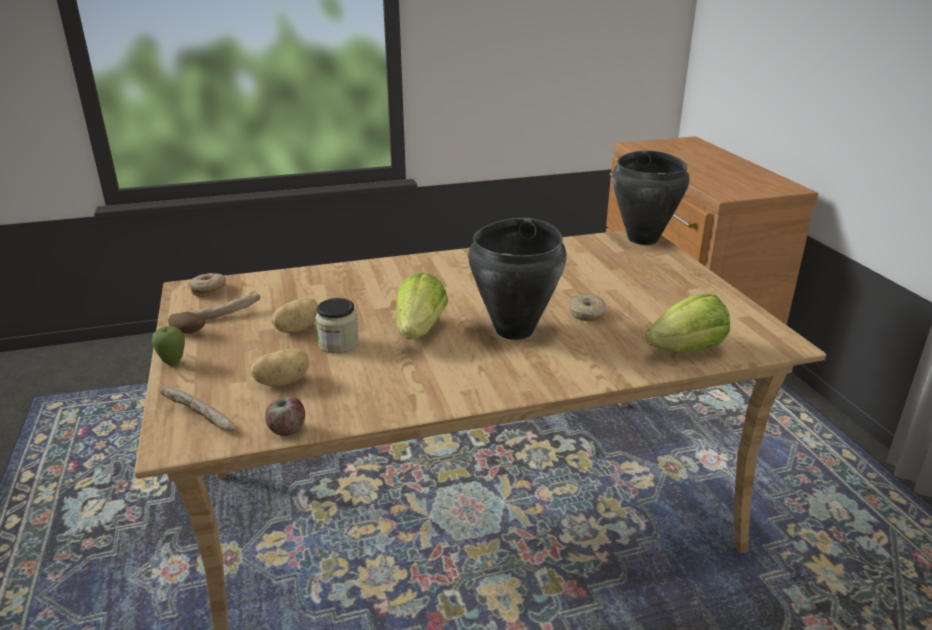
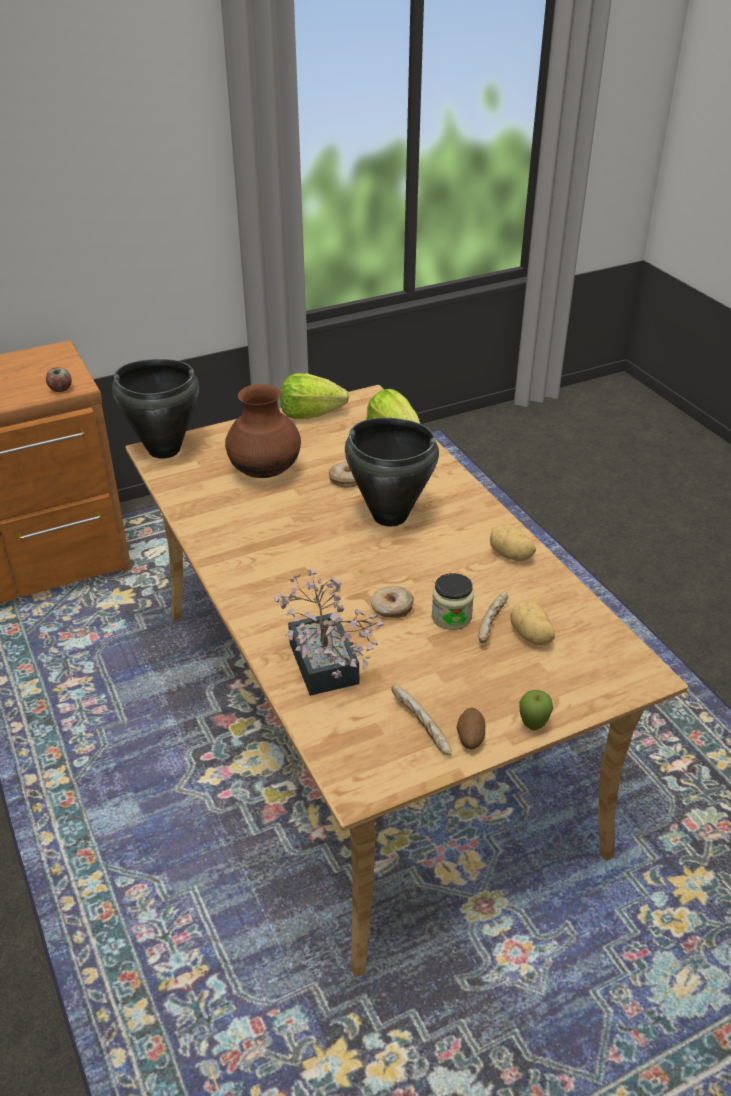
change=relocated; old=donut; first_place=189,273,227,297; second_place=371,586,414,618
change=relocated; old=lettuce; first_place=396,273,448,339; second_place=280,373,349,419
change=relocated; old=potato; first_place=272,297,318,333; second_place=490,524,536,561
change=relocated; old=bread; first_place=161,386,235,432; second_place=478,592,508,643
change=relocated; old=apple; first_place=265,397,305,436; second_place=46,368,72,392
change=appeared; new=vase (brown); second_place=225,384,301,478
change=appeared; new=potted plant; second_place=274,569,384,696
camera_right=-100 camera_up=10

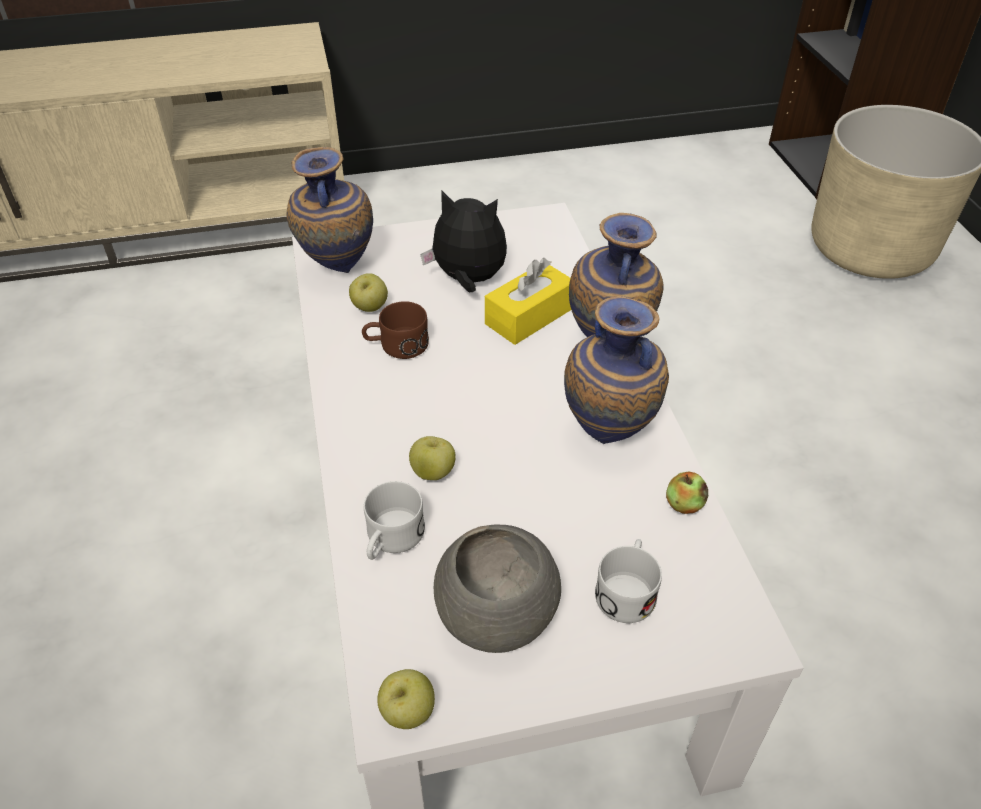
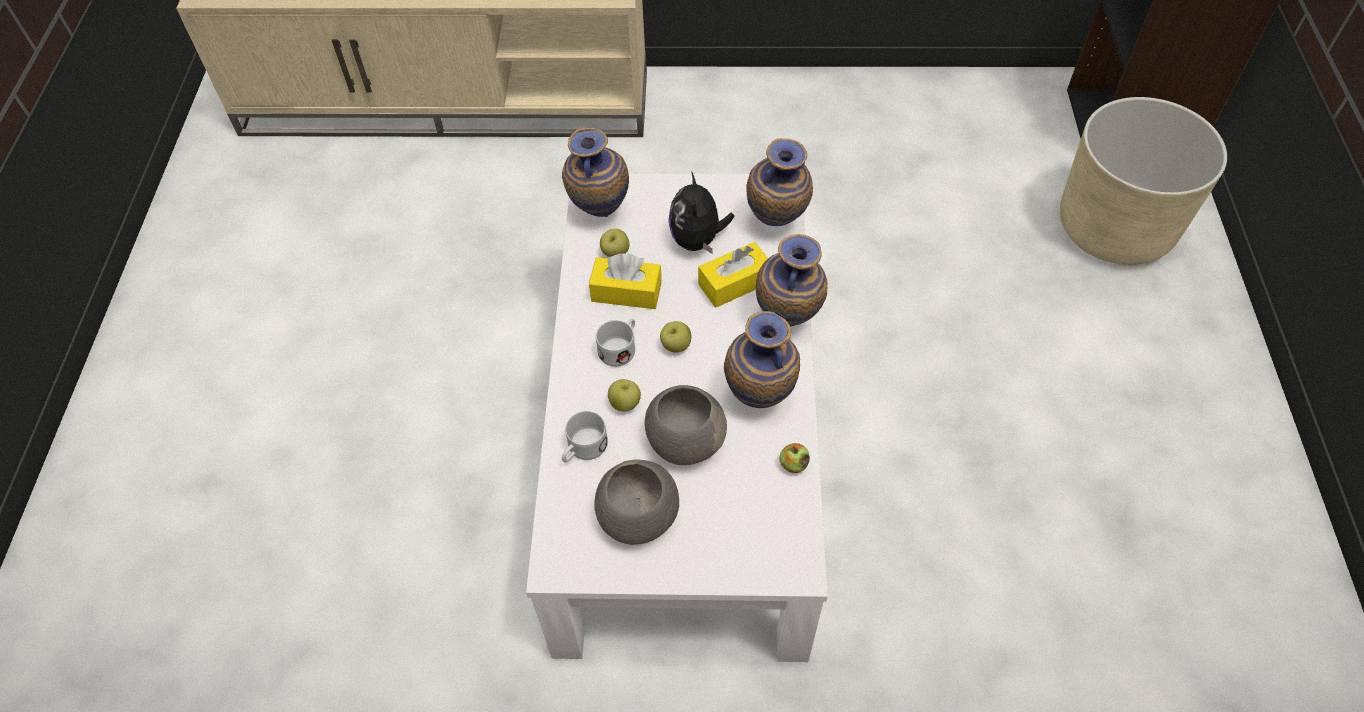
change=spun; old=plush toy; first_place=420,190,507,293; second_place=668,171,734,253; degrees=-120
change=exchanged; old=mug (brown); new=tissue box (yellow); first_place=362,301,429,359; second_place=589,253,662,309
change=relocated; old=mug (white); first_place=595,539,662,623; second_place=596,318,635,367
change=relocated; old=apple; first_place=377,669,435,729; second_place=660,321,691,353
change=appeared; new=vase; second_place=746,138,813,226
change=appeared; new=bowl (grey); second_place=645,385,727,465
camera_right=15 camera_up=10

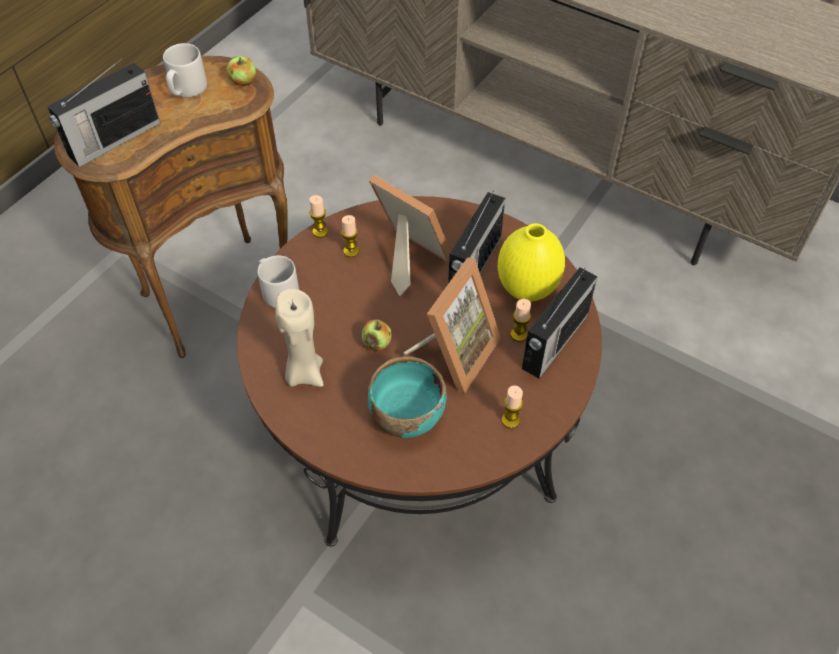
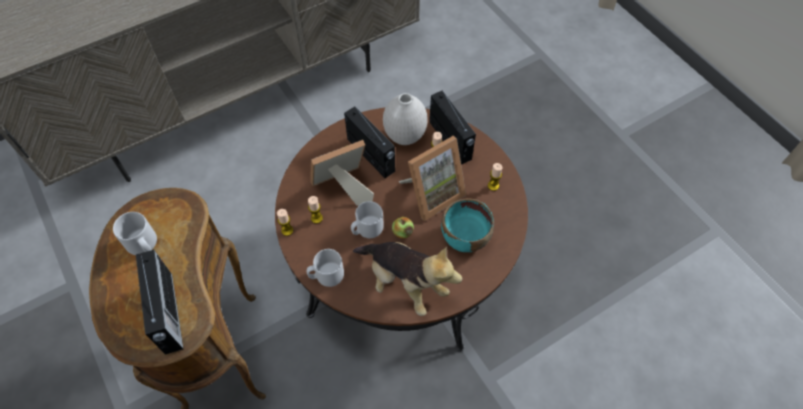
change=missing; old=apple; first_place=227,56,256,86
change=colour; old=vase (yellow); new=vase (white); first_place=498,223,565,302; second_place=383,93,428,145
change=spun; old=picture frame; first_place=402,258,501,393; second_place=399,136,466,221; degrees=90
change=exchanged; old=candle (beige); new=plush toy; first_place=276,289,324,387; second_place=353,242,462,316
change=appeared; new=mug (grey); second_place=351,201,384,238
camera_right=-65 camera_up=5

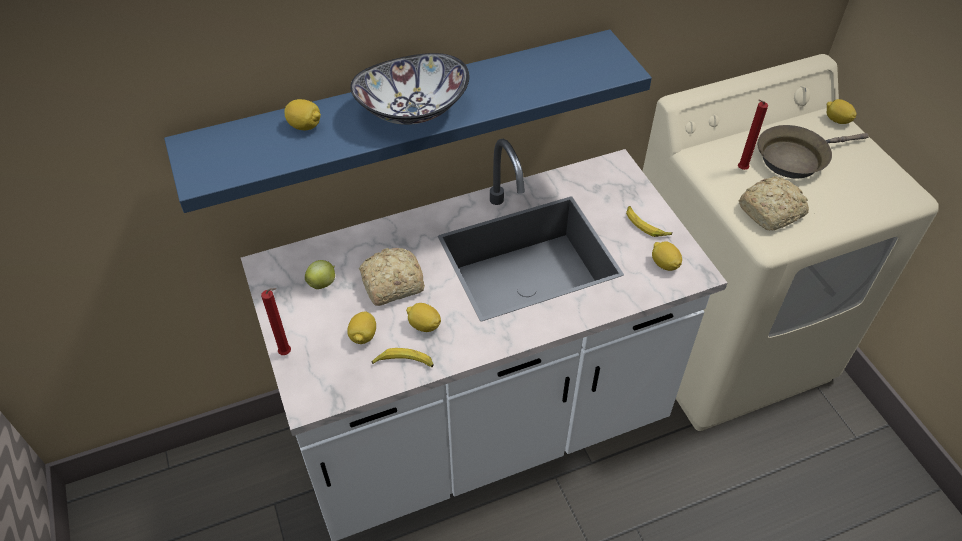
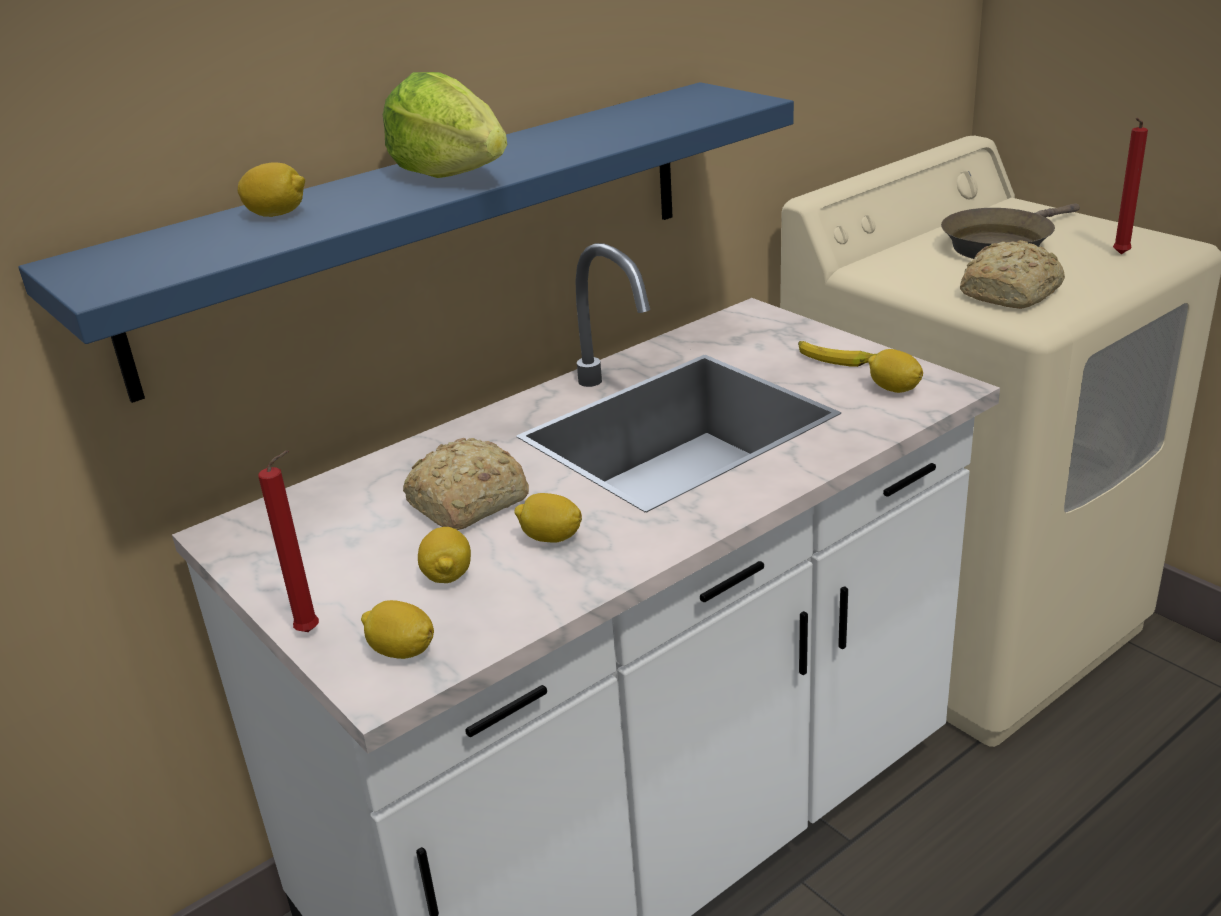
change=exchanged; old=bowl; new=lettuce; first_place=350,53,469,125; second_place=383,72,507,178
change=relocated; old=lemon; first_place=826,99,857,124; second_place=361,600,434,659
change=relocated; old=candle (red); first_place=738,100,768,170; second_place=1113,118,1148,254
change=missing; old=apple; first_place=305,260,335,289
change=missing; old=banana; first_place=371,348,434,367
camera_right=-15 camera_up=-20

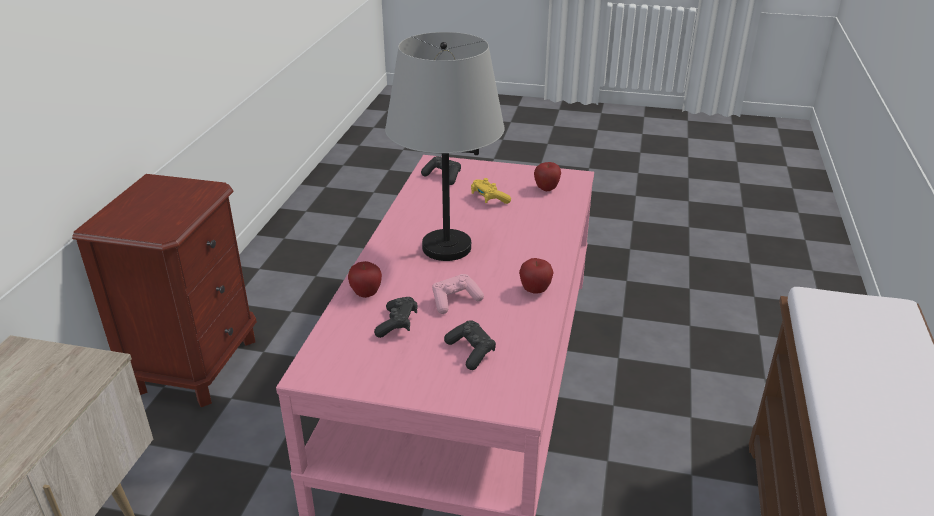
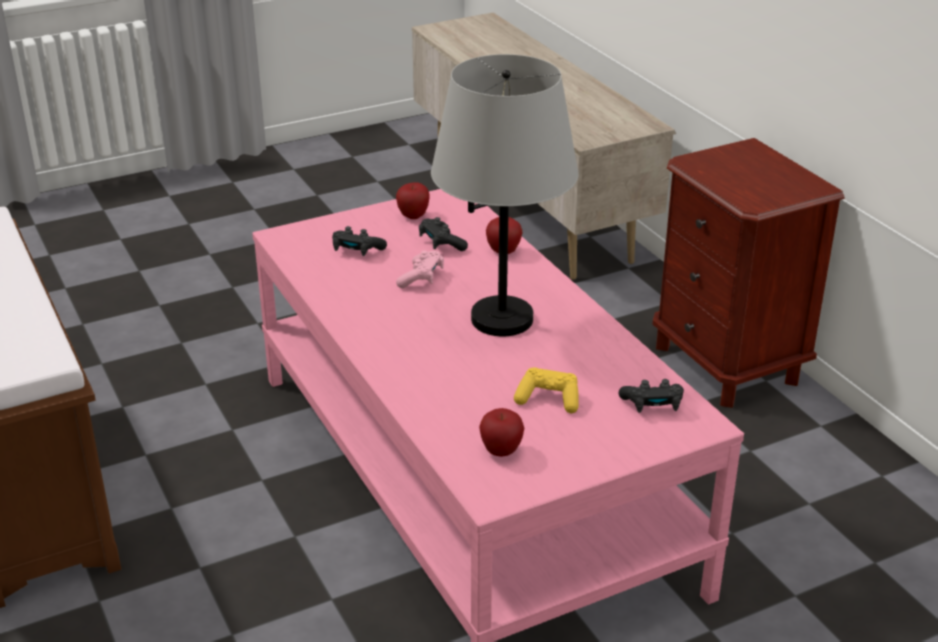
change=relocated; old=apple; first_place=519,258,554,294; second_place=396,182,430,219
camera_right=140 camera_up=0

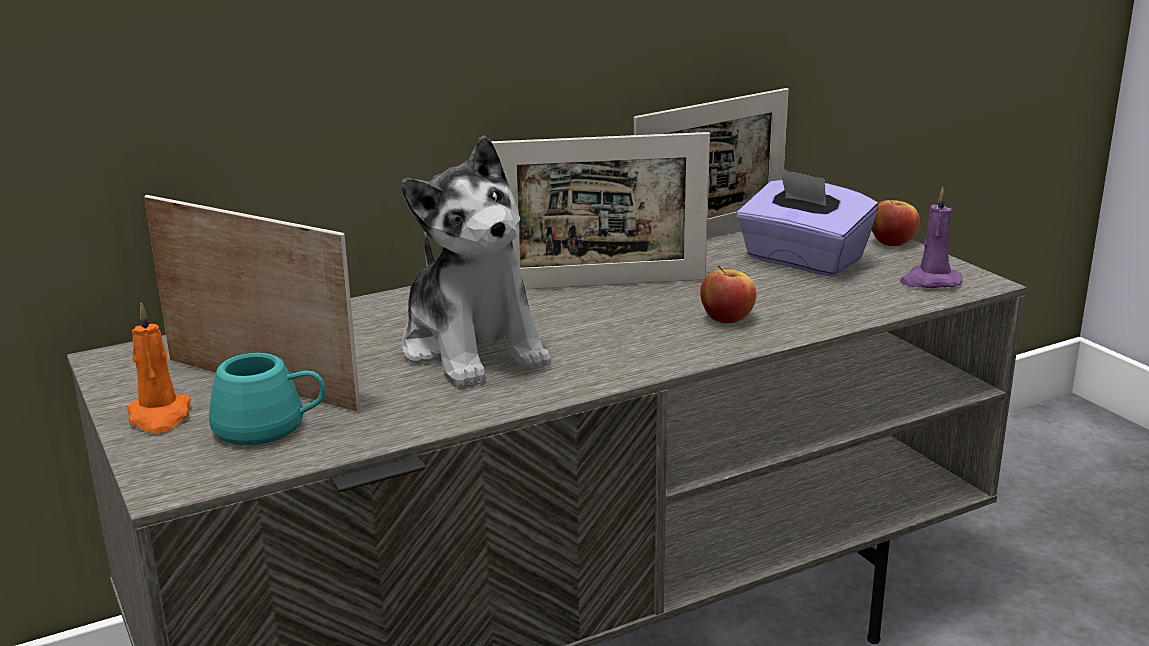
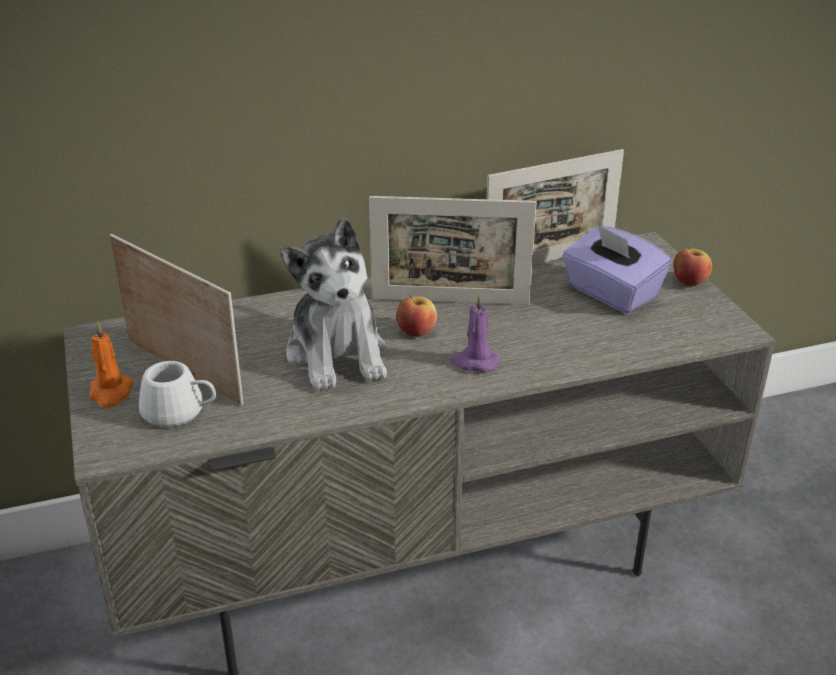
change=relocated; old=candle (purple); first_place=900,187,962,288; second_place=450,294,500,372
change=relocated; old=apple; first_place=700,266,757,323; second_place=396,295,437,337
change=colour; old=mug (turquoise); new=mug (white); first_place=209,353,326,445; second_place=139,361,216,427
camera_right=10 camera_up=10

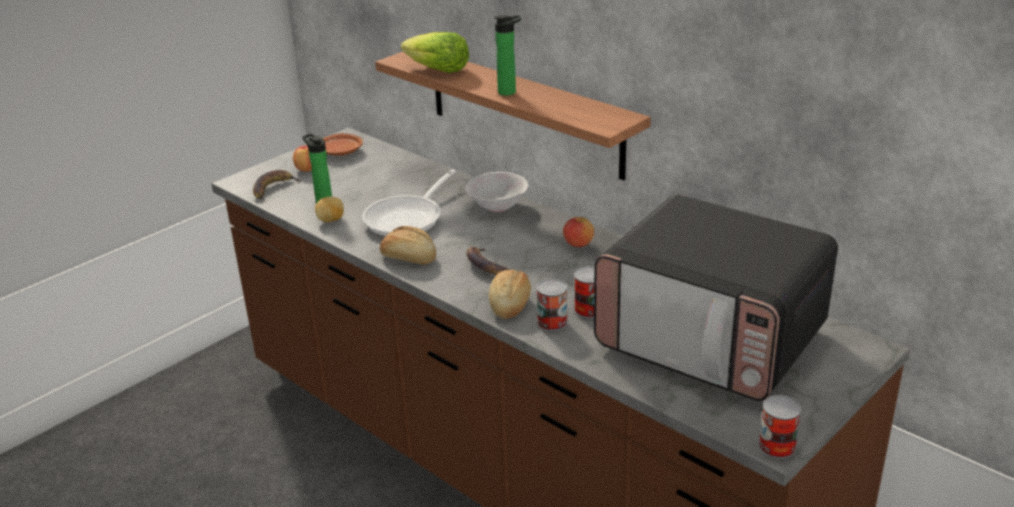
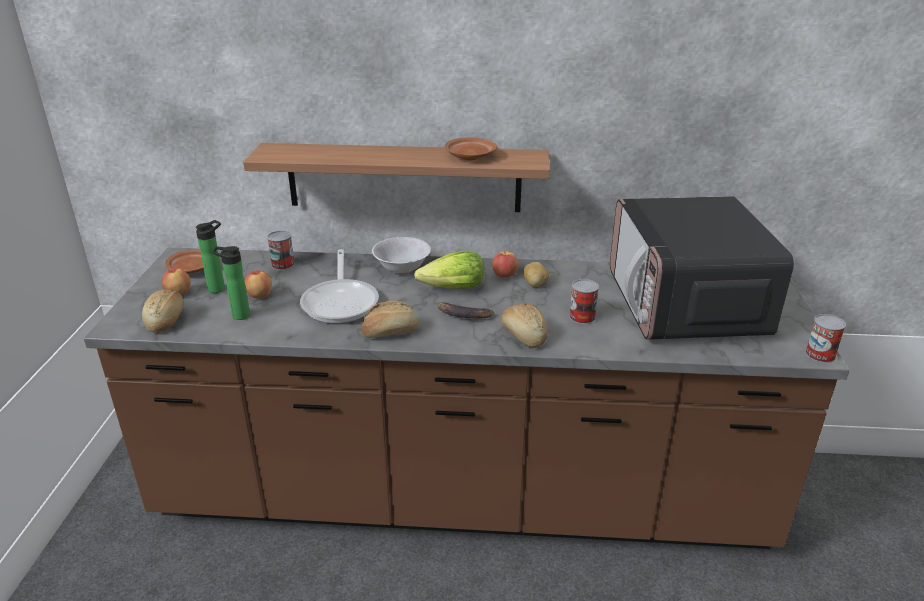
change=relocated; old=bottle; first_place=494,15,521,96; second_place=196,220,225,293
change=relocated; old=lettuce; first_place=401,32,469,73; second_place=414,251,484,289
change=exchanged; old=banana; new=bread; first_place=253,170,303,200; second_place=142,290,184,333
change=spun; old=microwave; first_place=594,194,838,401; second_place=610,196,794,340; degrees=90
change=relocated; old=potato; first_place=315,196,344,222; second_place=523,262,549,287
change=relocated; old=can; first_place=536,279,568,331; second_place=267,231,295,270
change=appeared; new=plate (brown); second_place=445,138,497,160
change=appeared; new=apple; second_place=245,270,272,298
camera_right=-40 camera_up=0

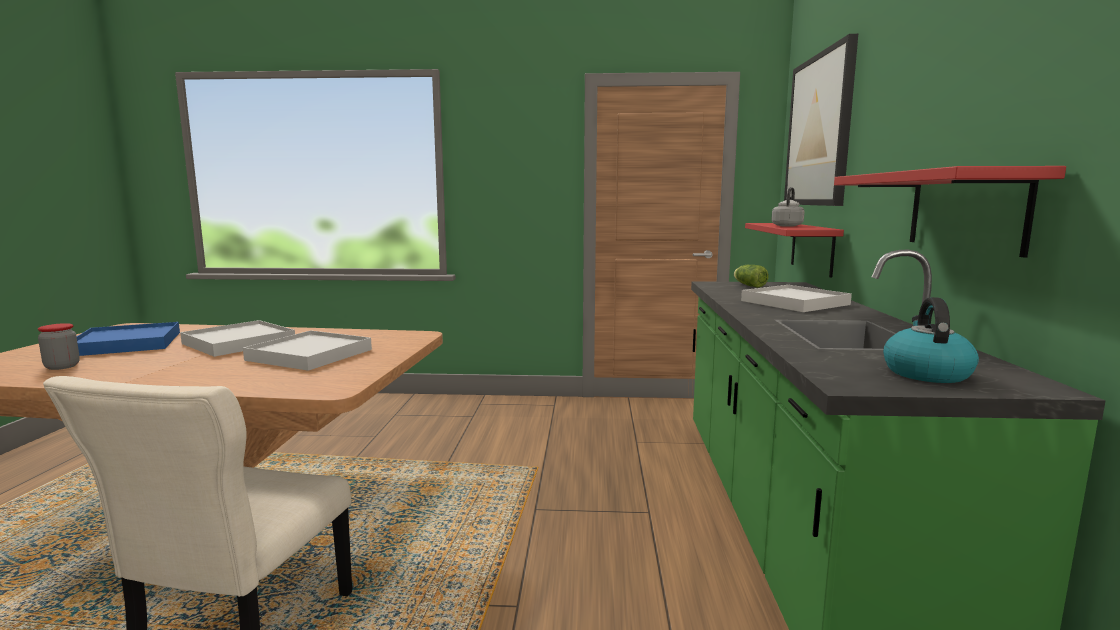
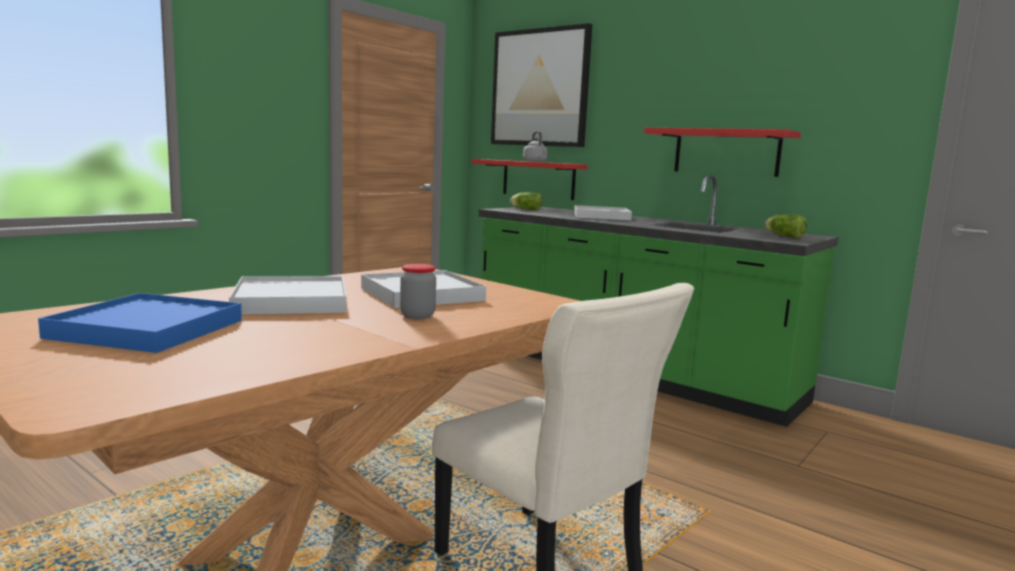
change=exchanged; old=kettle; new=lettuce; first_place=883,297,979,383; second_place=765,214,807,238
change=relocated; old=jar; first_place=38,323,80,370; second_place=400,264,436,319
camera_right=-55 camera_up=0

